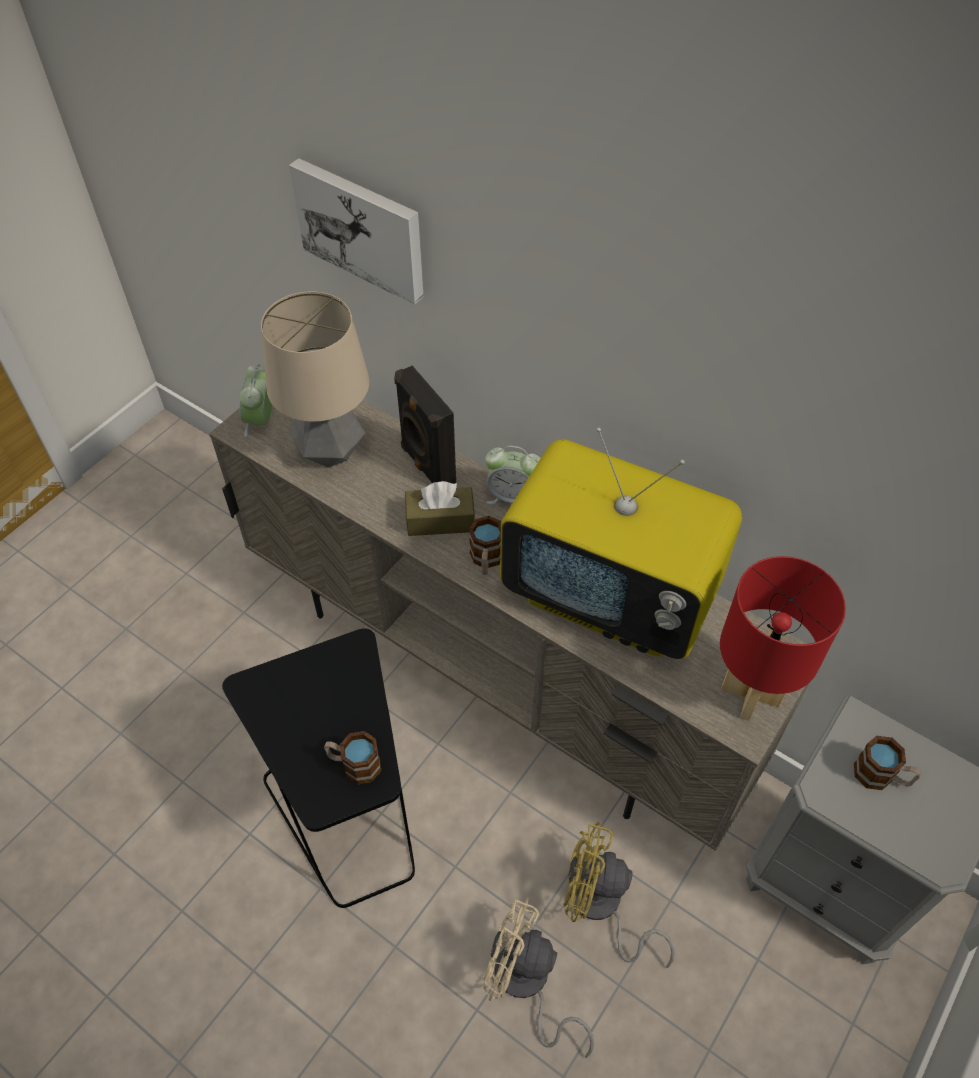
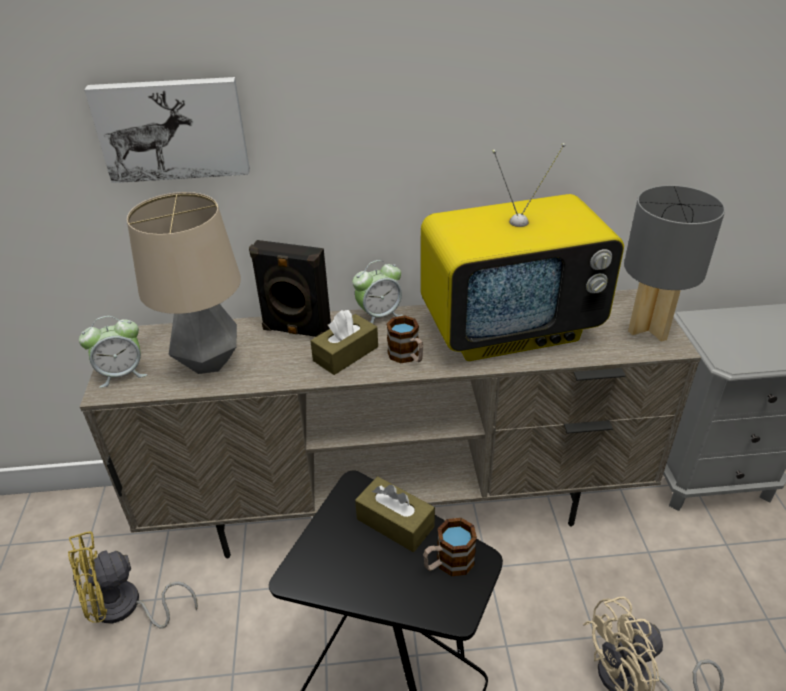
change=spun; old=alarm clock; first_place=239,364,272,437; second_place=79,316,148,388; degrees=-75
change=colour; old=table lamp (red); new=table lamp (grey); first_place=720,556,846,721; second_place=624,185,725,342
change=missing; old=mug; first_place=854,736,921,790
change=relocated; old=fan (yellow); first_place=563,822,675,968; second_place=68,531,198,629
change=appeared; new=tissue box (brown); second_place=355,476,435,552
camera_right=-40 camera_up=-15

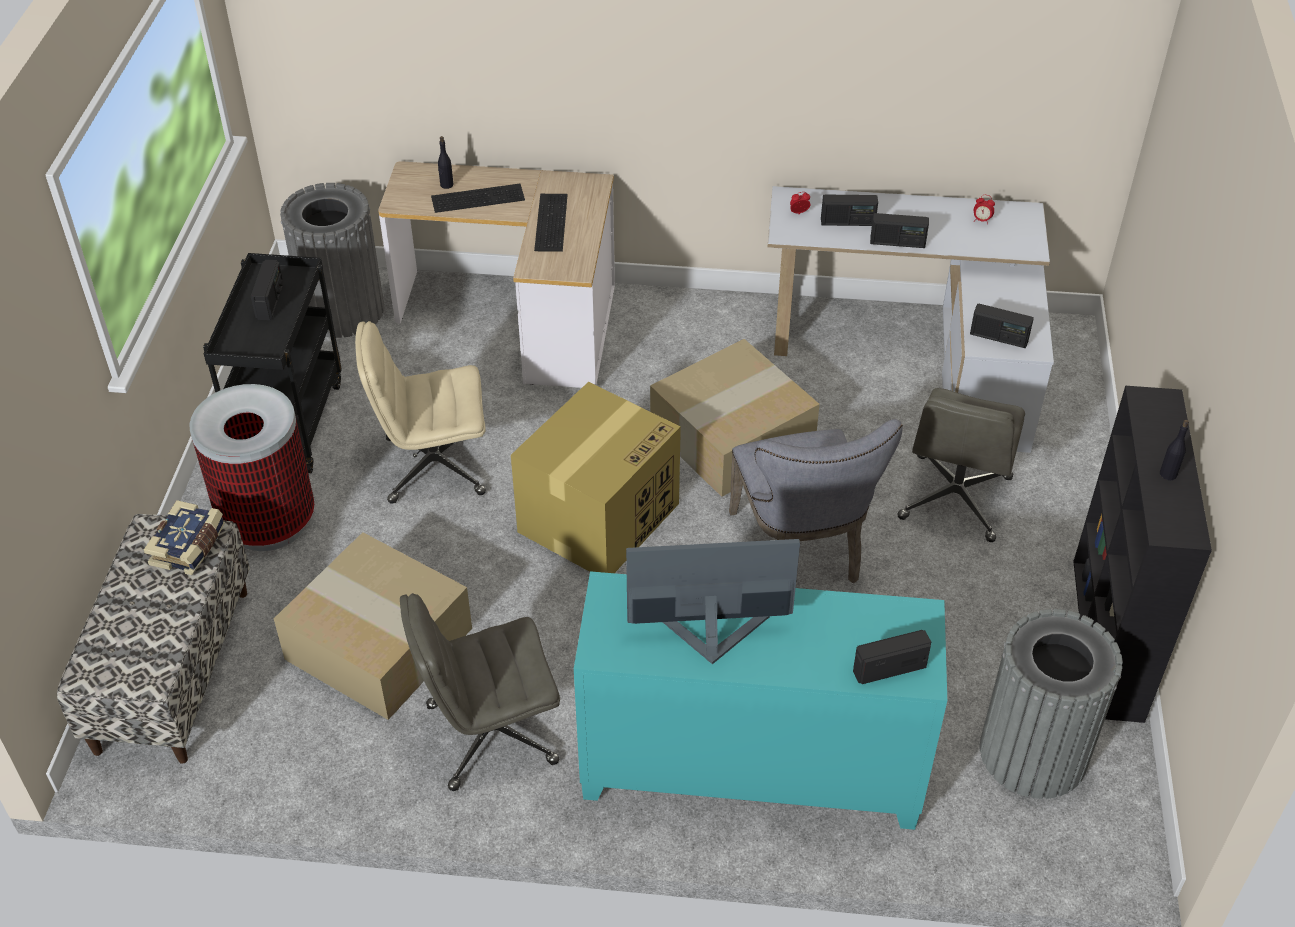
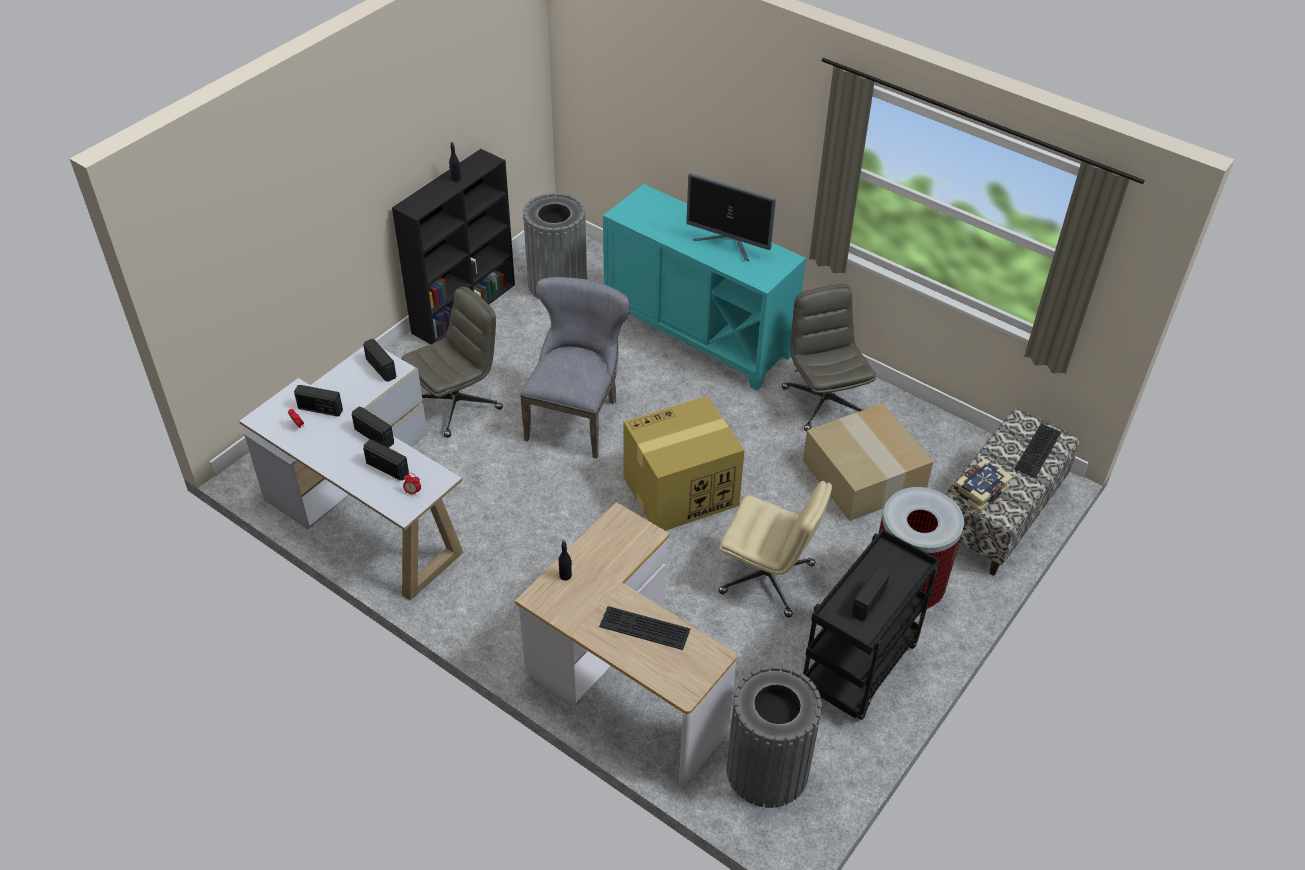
change=relocated; old=bottle (black); first_place=438,136,454,189; second_place=559,540,572,580
change=relocated; old=keyboard; first_place=534,194,568,252; second_place=1014,424,1062,478
change=missing; old=cardboard box; first_place=650,339,820,497
change=spun; old=office chair (grey); first_place=400,593,560,791; second_place=782,284,876,432; degrees=-120
change=relocated; old=radio; first_place=853,630,931,684; second_place=294,385,343,416
camera_right=-150 camera_up=0

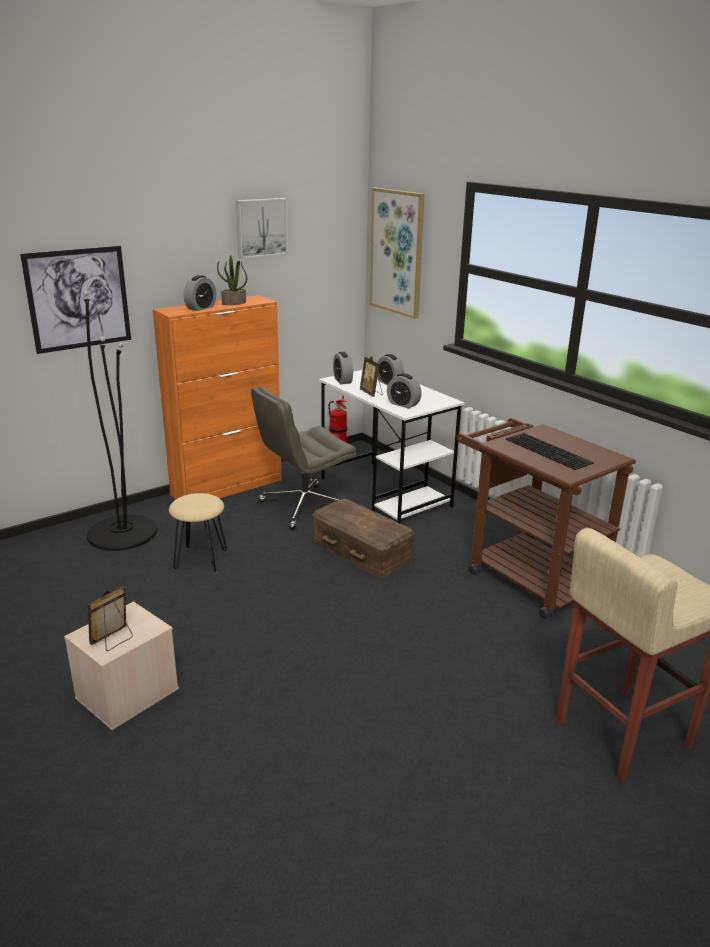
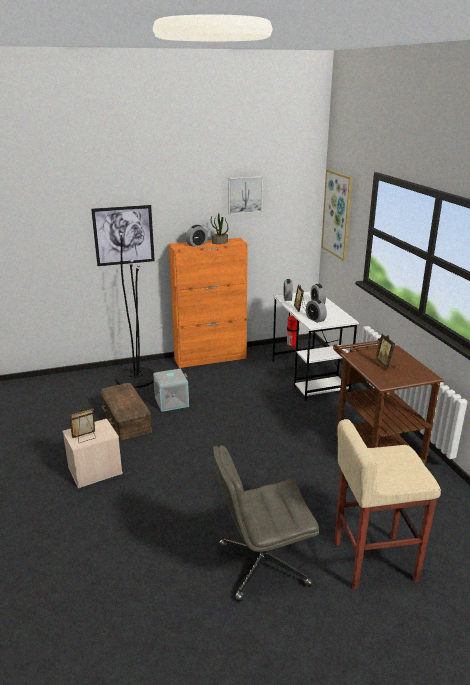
change=relocated; old=office chair (grey); first_place=251,386,357,530; second_place=213,445,319,602
change=exchanged; old=keyboard; new=picture frame; first_place=506,433,594,470; second_place=375,334,395,369
change=exchanged; old=stool (beige); new=storage box (grey); first_place=169,493,227,574; second_place=153,369,189,412
change=relocated; old=storage box (brown); first_place=312,499,415,578; second_place=100,383,152,441
camera_right=20 camera_up=0

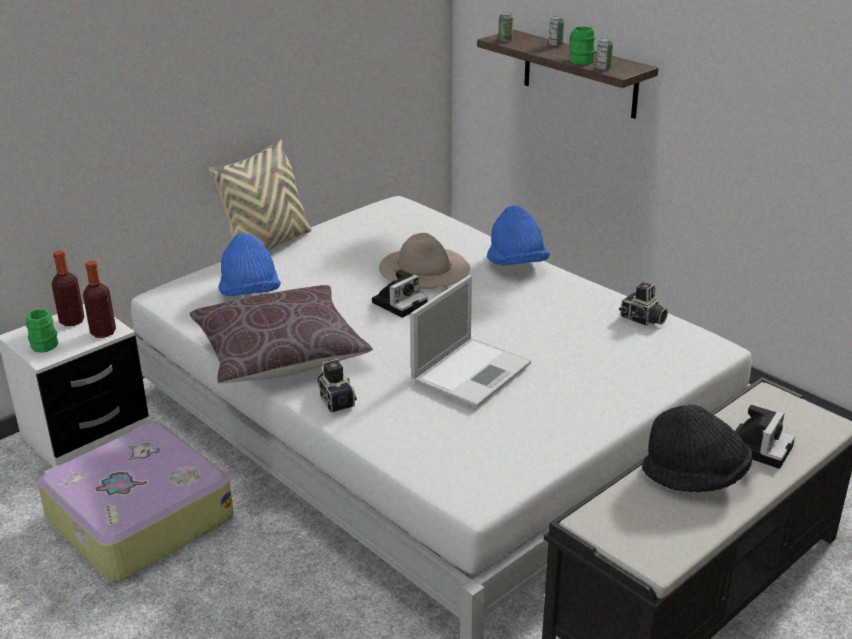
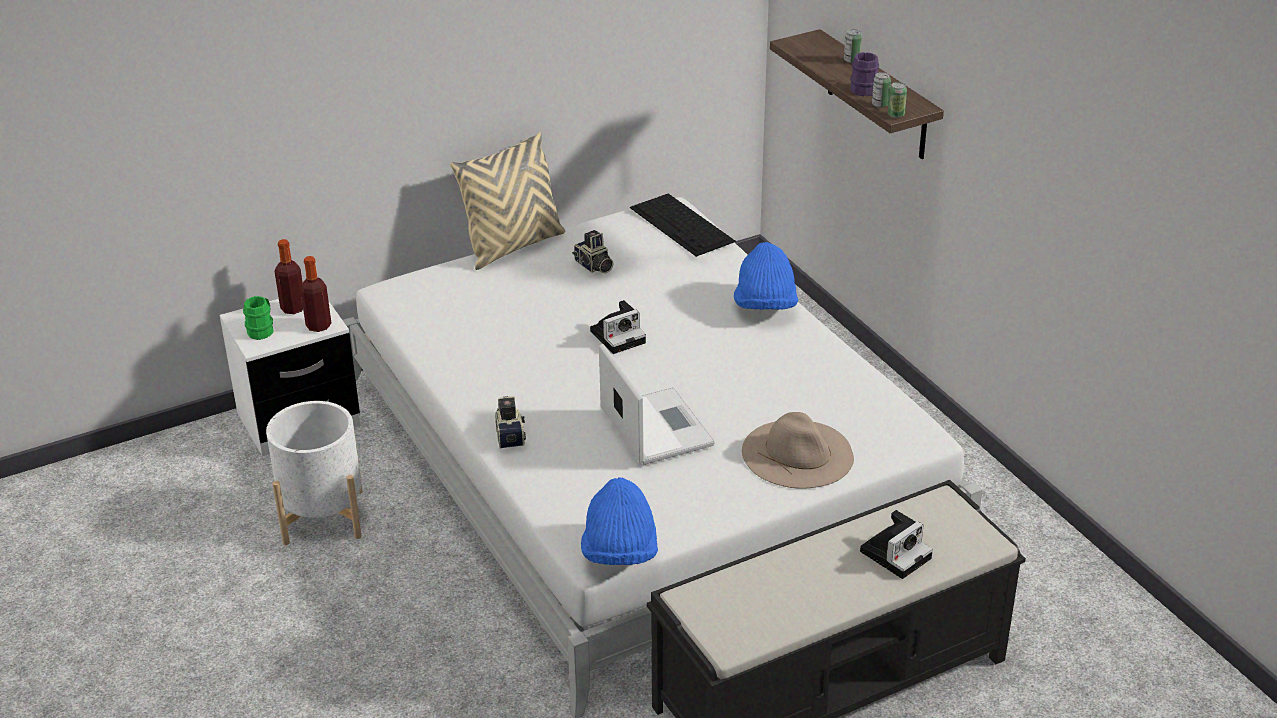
change=relocated; old=can; first_place=498,12,513,42; second_place=888,82,907,118
change=colour; old=mug (green); new=mug (purple); first_place=569,26,596,65; second_place=850,52,879,97
change=relocated; old=hat (blue); first_place=219,233,281,296; second_place=581,477,658,565
change=relocated; old=hat (beige); first_place=379,233,470,288; second_place=742,412,854,489
change=spun; old=laptop; first_place=410,275,531,408; second_place=599,344,715,465; degrees=-75
change=relocated; old=photo camera; first_place=619,282,668,326; second_place=572,230,613,273
change=missing; old=pillow (brown); first_place=190,285,373,383
change=missing; old=hat (black); first_place=642,404,752,492
change=exchanged; old=suitcase; new=planter (white); first_place=37,424,234,582; second_place=266,401,363,545
change=appeared; new=keyboard; second_place=630,193,736,257
camera_right=15 camera_up=5

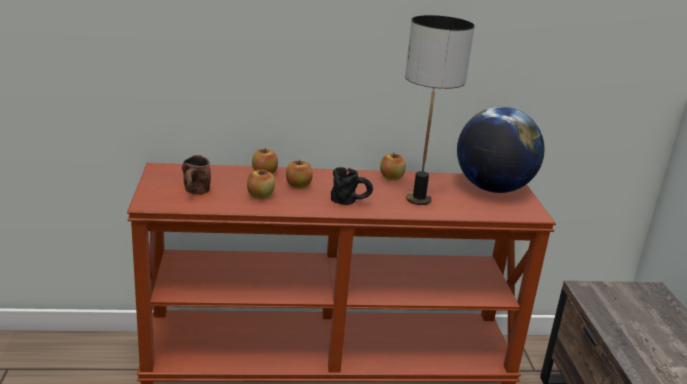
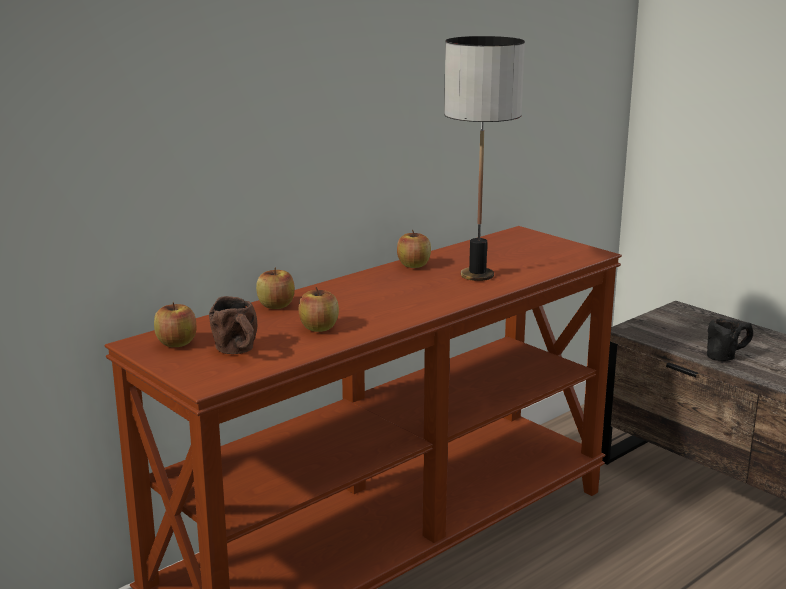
change=missing; old=globe; first_place=457,107,545,193
change=relocated; old=apple; first_place=286,160,313,189; second_place=154,302,196,347
change=relocated; old=mug (black); first_place=331,167,373,205; second_place=707,319,753,361
camera_right=-35 camera_up=-5

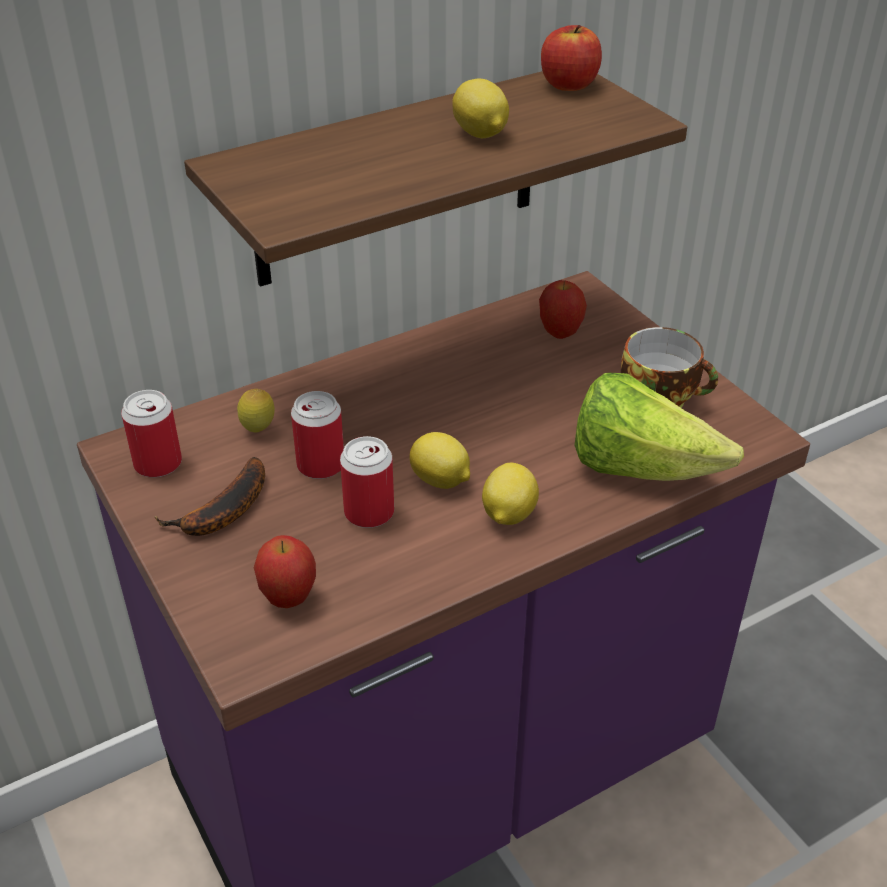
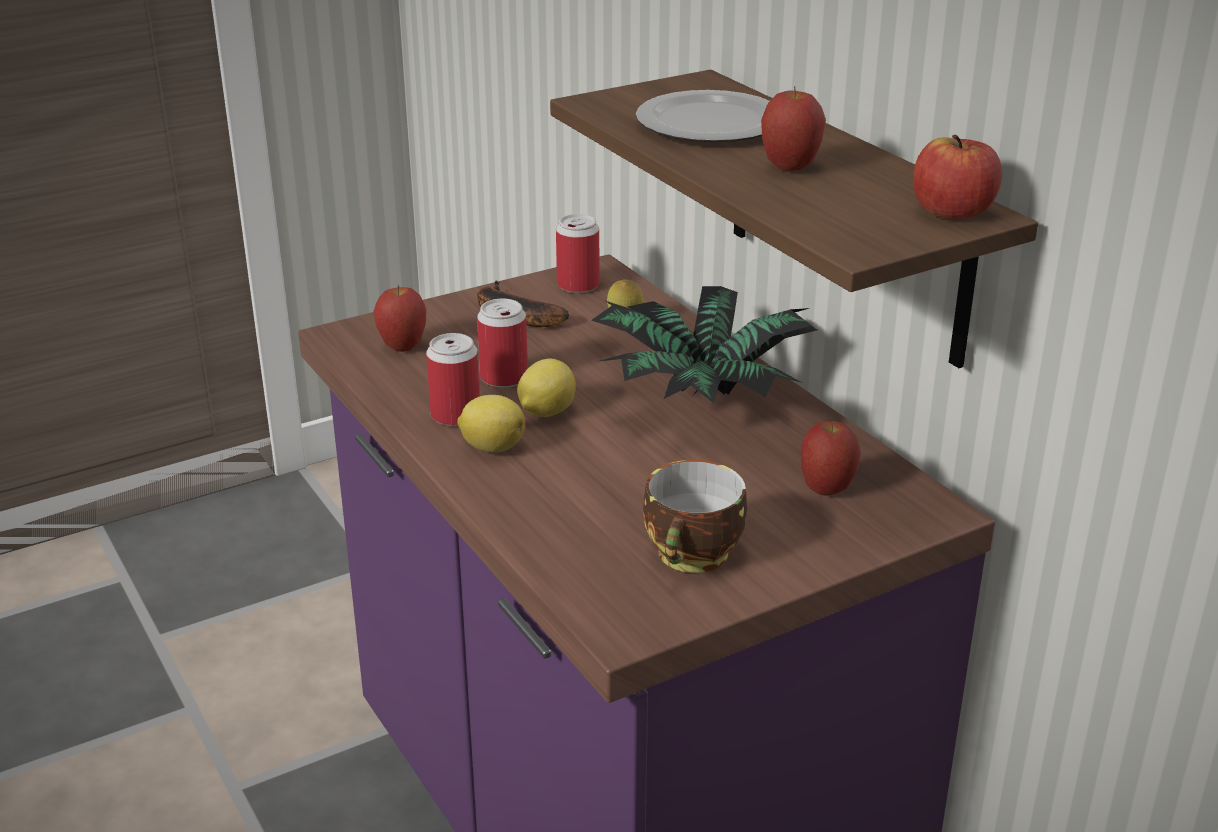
change=exchanged; old=lemon; new=apple; first_place=452,79,509,138; second_place=761,86,826,171
change=missing; old=lettuce; first_place=574,373,744,481
change=relocated; old=can; first_place=291,391,344,479; second_place=426,333,480,426
change=appeared; new=plate; second_place=636,90,770,142
change=appeared; new=potted plant; second_place=591,286,817,403
camera_right=90 camera_up=-10

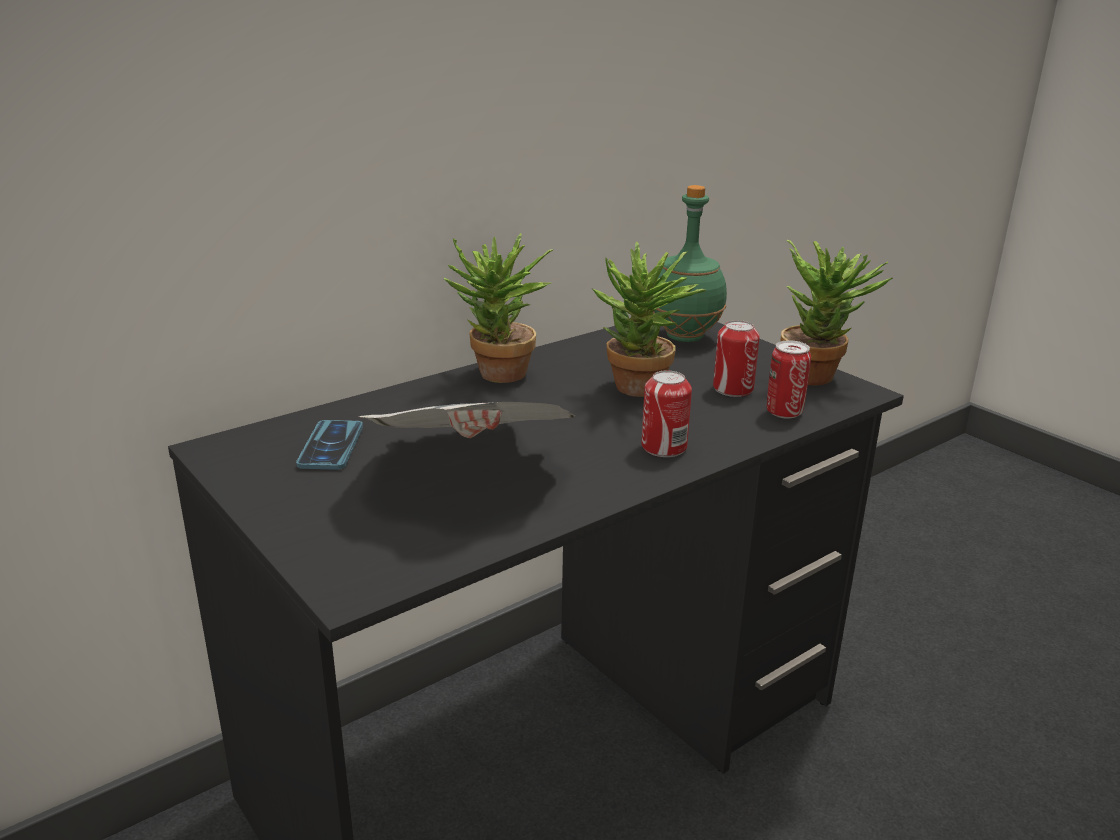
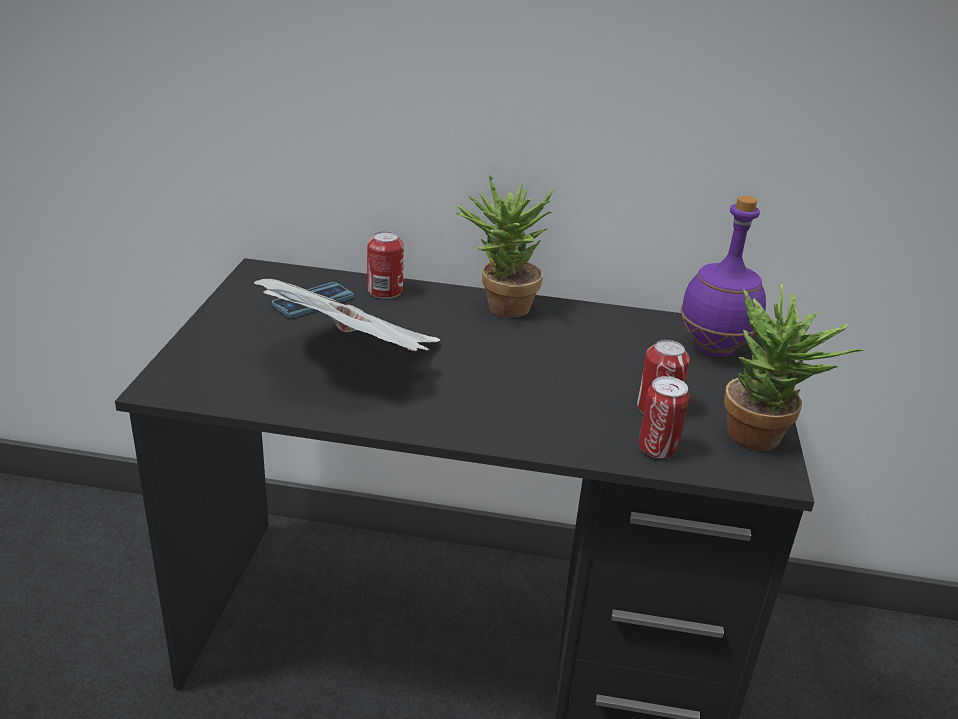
change=colour; old=bottle (green); new=bottle (purple); first_place=653,185,727,342; second_place=680,196,766,357
change=missing; old=potted plant; first_place=593,241,706,397
change=relocated; old=can; first_place=641,370,692,457; second_place=367,231,404,299
camera_right=45 camera_up=5

